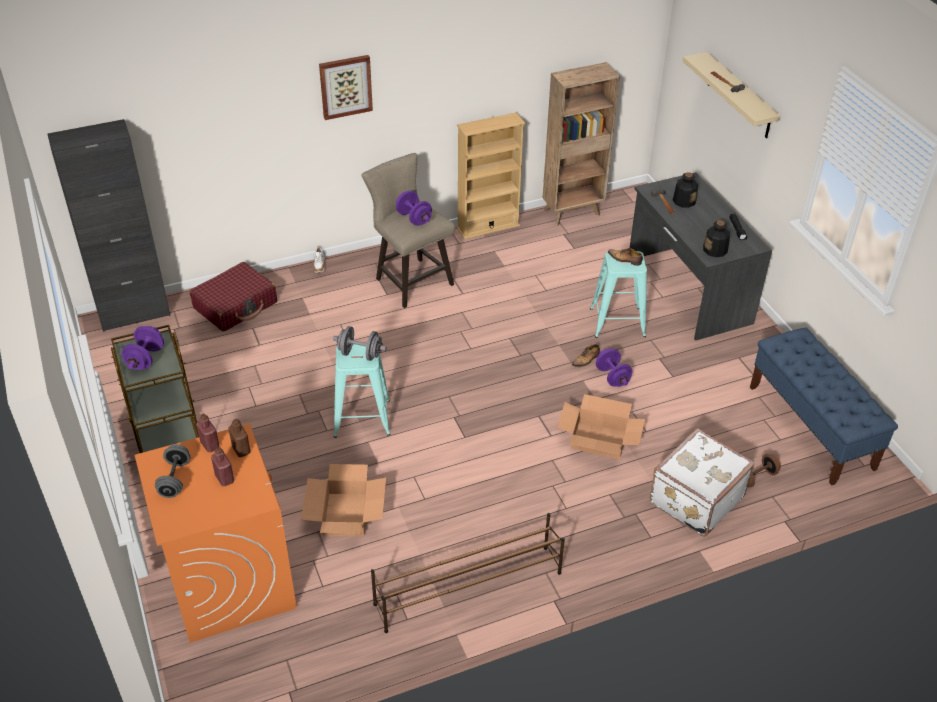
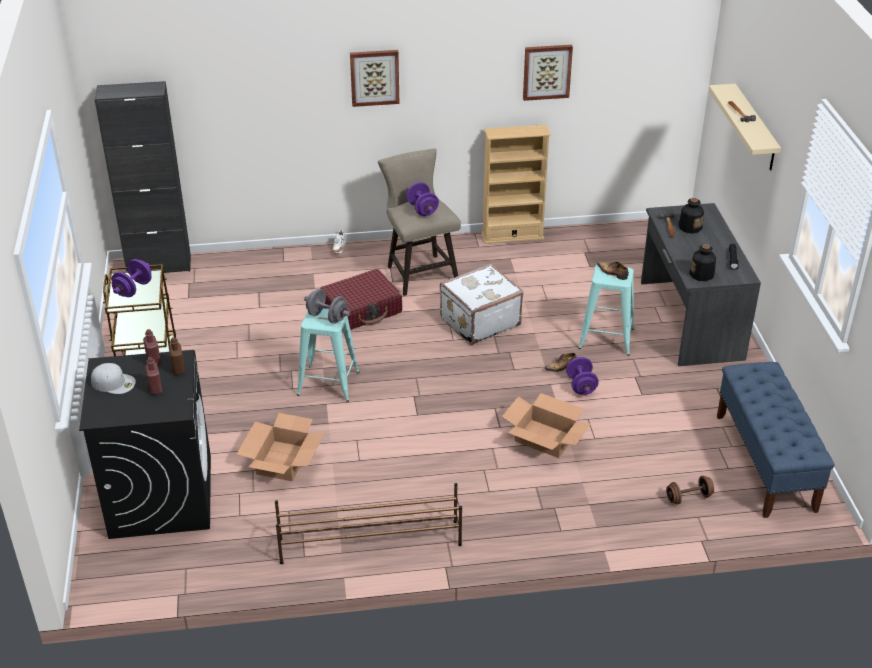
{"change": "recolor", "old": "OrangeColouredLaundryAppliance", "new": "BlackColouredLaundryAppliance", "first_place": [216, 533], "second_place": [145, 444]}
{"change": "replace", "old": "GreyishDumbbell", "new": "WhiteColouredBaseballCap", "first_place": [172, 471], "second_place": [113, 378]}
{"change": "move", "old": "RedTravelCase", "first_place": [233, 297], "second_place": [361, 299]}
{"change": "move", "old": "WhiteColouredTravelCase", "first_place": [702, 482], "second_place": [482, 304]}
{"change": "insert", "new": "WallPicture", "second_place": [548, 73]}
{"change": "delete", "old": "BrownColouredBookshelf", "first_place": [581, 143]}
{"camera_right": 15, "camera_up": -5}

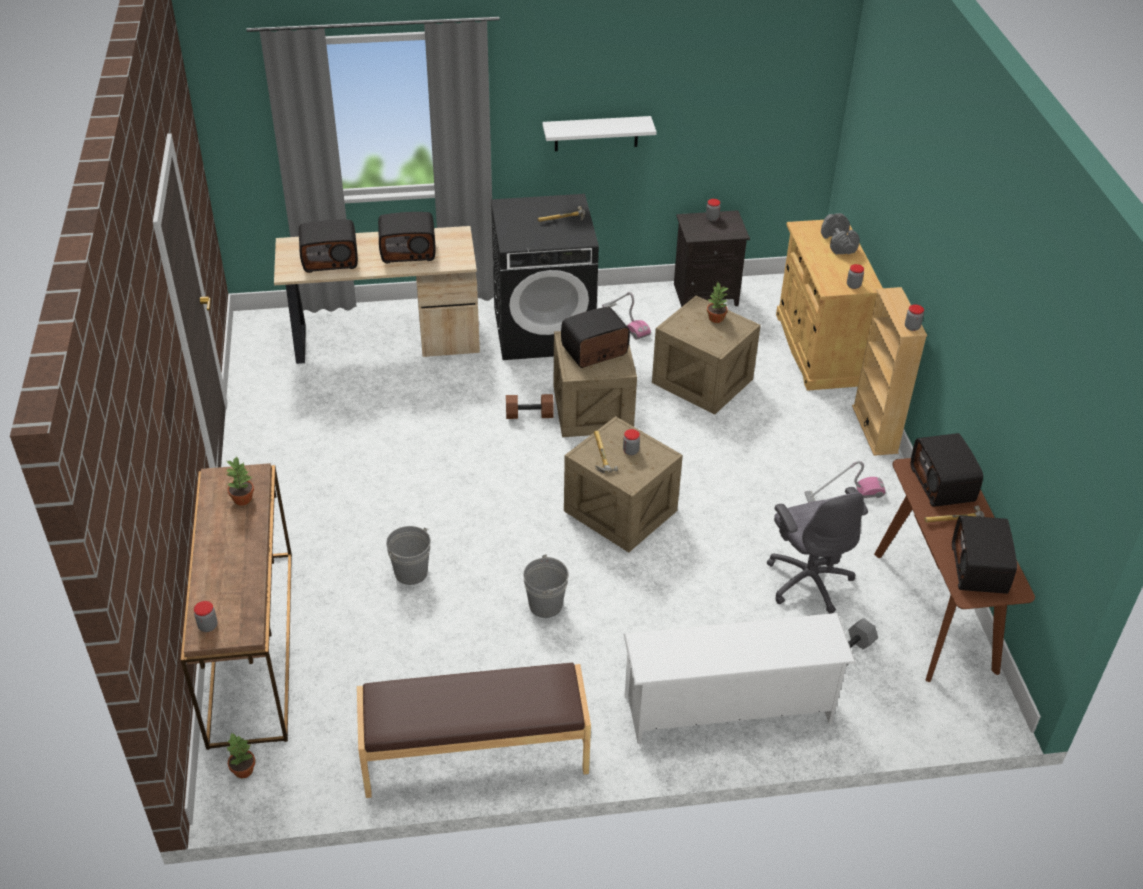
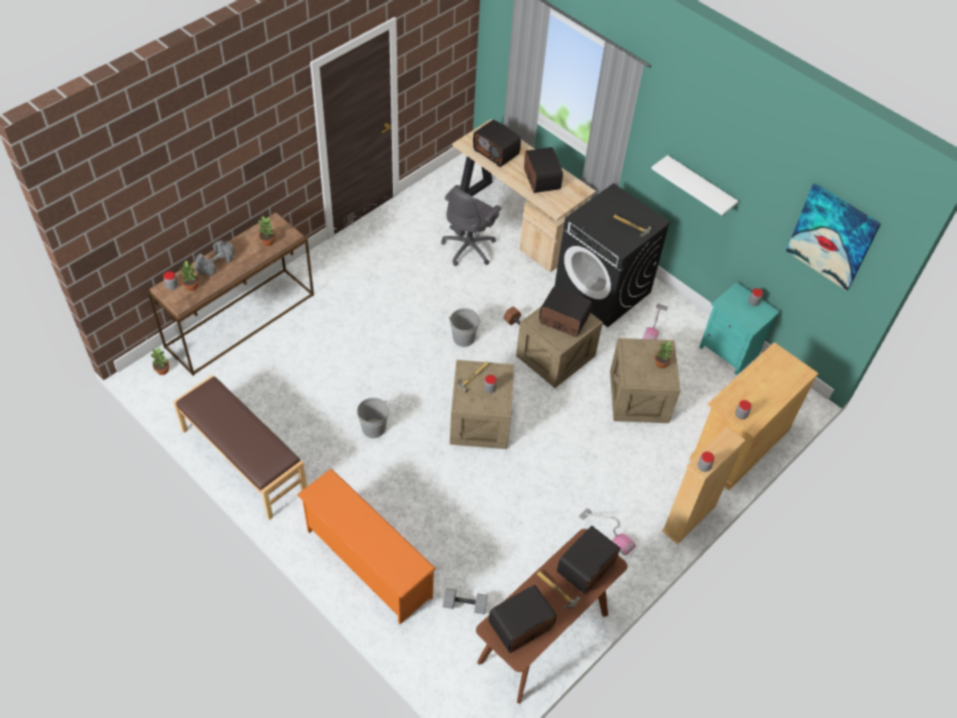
{"change": "insert", "new": "PlantInAPot", "second_place": [189, 276]}
{"change": "move", "old": "GreyishDumbbell", "first_place": [840, 233], "second_place": [214, 258]}
{"change": "recolor", "old": "WhiteColouredShoeStand", "new": "OrangeColouredShoeStand", "first_place": [739, 678], "second_place": [366, 546]}
{"change": "move", "old": "GreyishDeskChair", "first_place": [817, 550], "second_place": [471, 225]}
{"change": "move", "old": "GreyishPail", "first_place": [408, 555], "second_place": [464, 327]}
{"change": "rotate", "old": "Radio", "first_place": [407, 237], "second_place": [543, 170], "degrees": -150}
{"change": "recolor", "old": "BlackColouredNightTable", "new": "TurquoiseColouredNightTable", "first_place": [712, 258], "second_place": [739, 328]}
{"change": "insert", "new": "WallPicture", "second_place": [833, 237]}
{"camera_right": 50, "camera_up": 10}

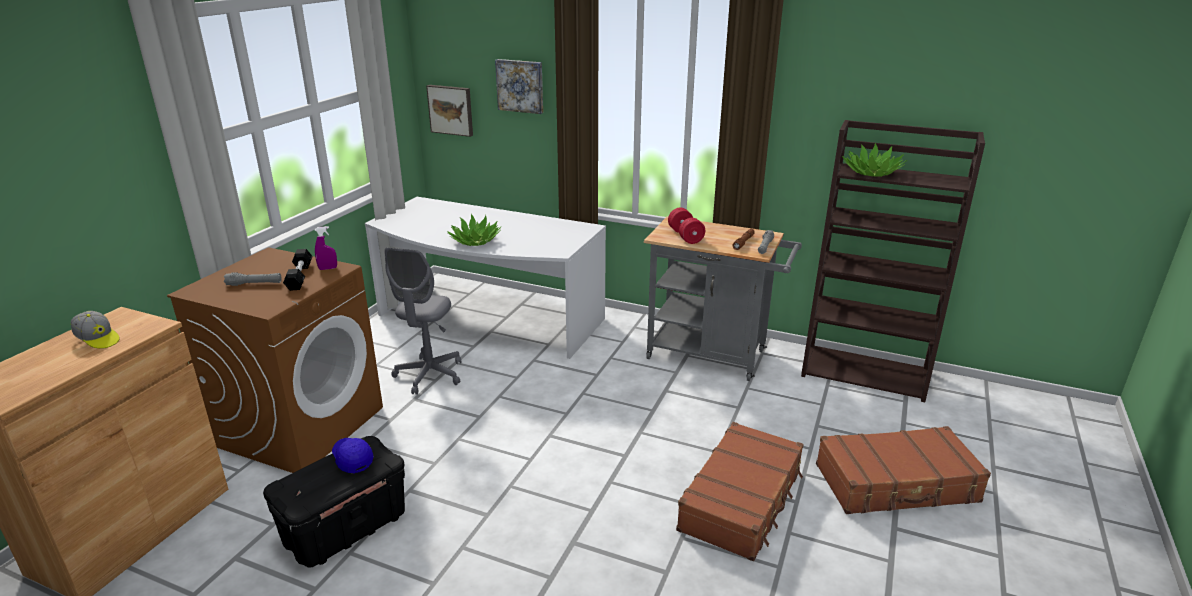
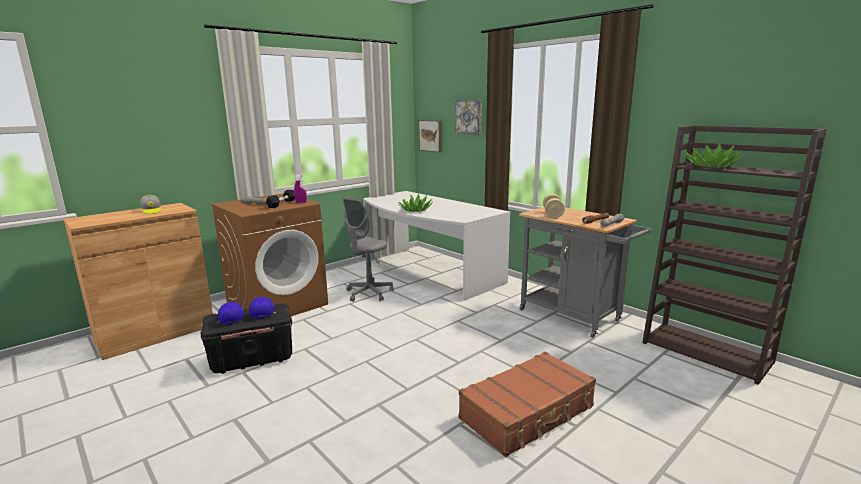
{"change": "insert", "new": "BlueColouredBaseballCap", "second_place": [231, 313]}
{"change": "recolor", "old": "RedDumbbell", "new": "BeigeColouredDumbbell", "first_place": [686, 225], "second_place": [554, 206]}
{"change": "delete", "old": "BrownColouredTravelCase", "first_place": [903, 470]}
{"camera_right": 25, "camera_up": -10}

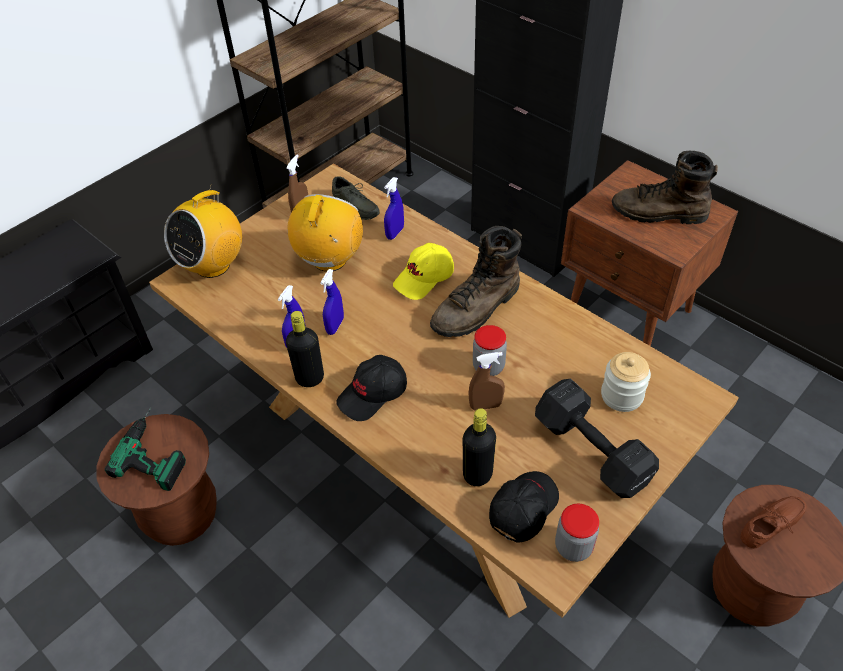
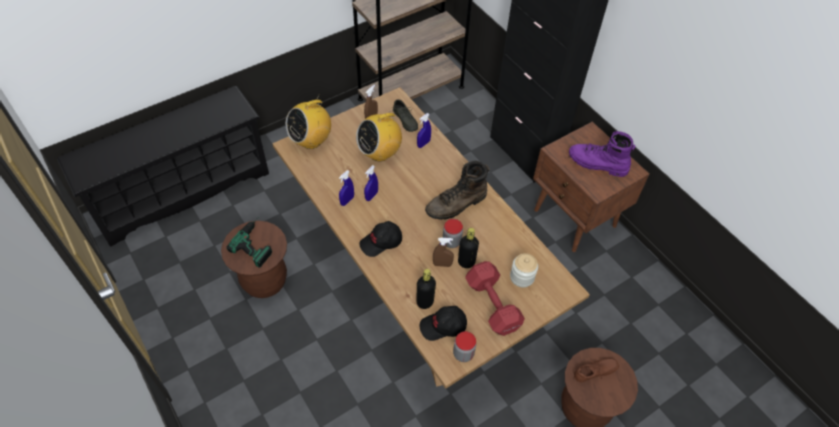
{"change": "rotate", "old": "Radio", "first_place": [325, 233], "second_place": [379, 134], "degrees": -150}
{"change": "rotate", "old": "BlackColouredBaseballCap", "first_place": [524, 507], "second_place": [443, 323], "degrees": -150}
{"change": "move", "old": "BlackColouredBeverageBottle", "first_place": [305, 349], "second_place": [468, 248]}
{"change": "recolor", "old": "BlackColouredDumbbell", "new": "RedDumbbell", "first_place": [597, 438], "second_place": [495, 298]}
{"change": "recolor", "old": "BrownColouredBoot", "new": "PurpleBoot", "first_place": [665, 187], "second_place": [602, 154]}
{"change": "delete", "old": "YellowishBaseballCap", "first_place": [423, 271]}
{"camera_right": 10, "camera_up": 5}

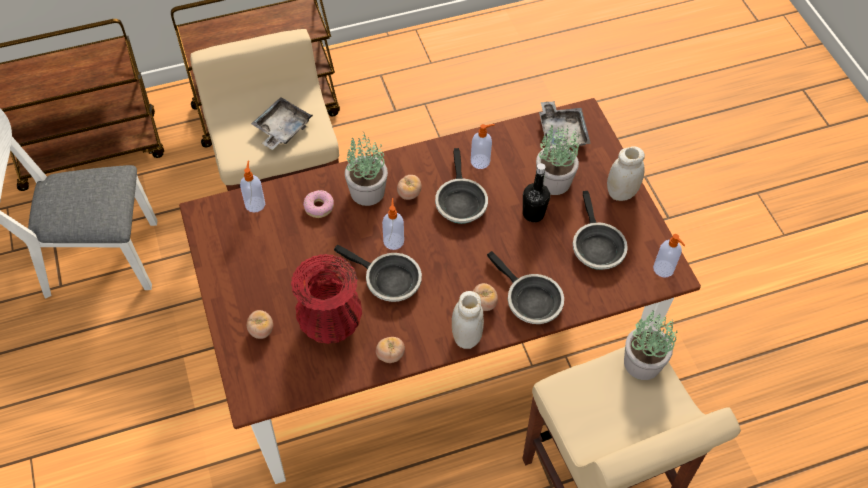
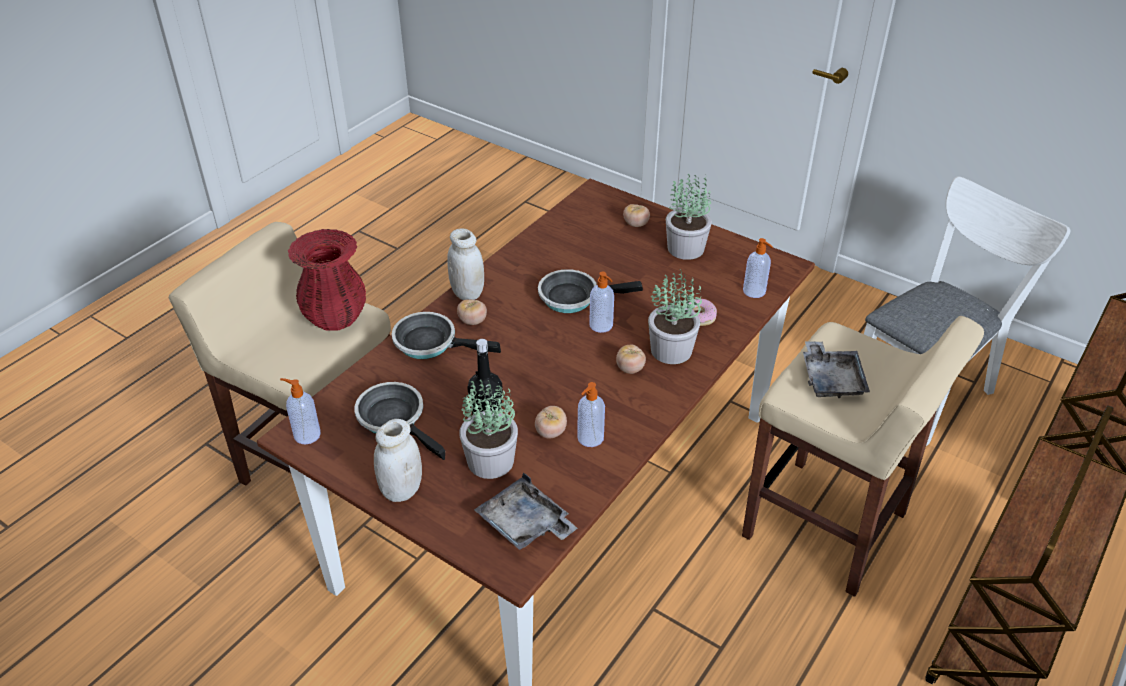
{"change": "move", "old": "RedFlowerVase", "first_place": [326, 299], "second_place": [327, 280]}
{"change": "move", "old": "Tomato", "first_place": [390, 350], "second_place": [551, 422]}
{"change": "move", "old": "PlantInAPot", "first_place": [650, 345], "second_place": [689, 217]}
{"change": "delete", "old": "Skillet", "first_place": [461, 186]}
{"camera_right": 145, "camera_up": -15}

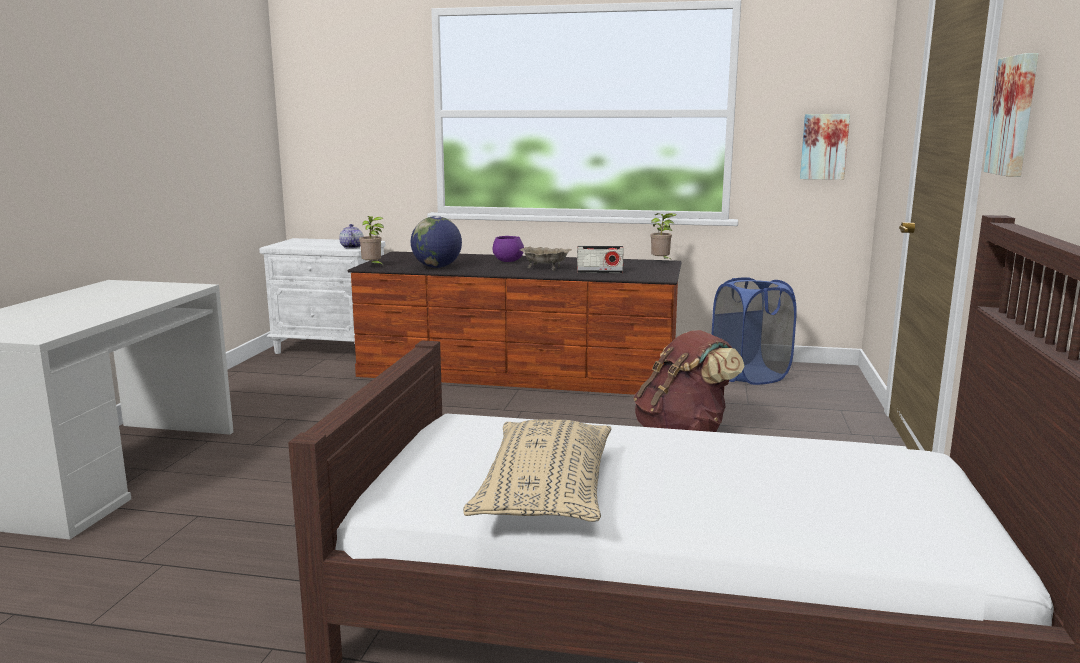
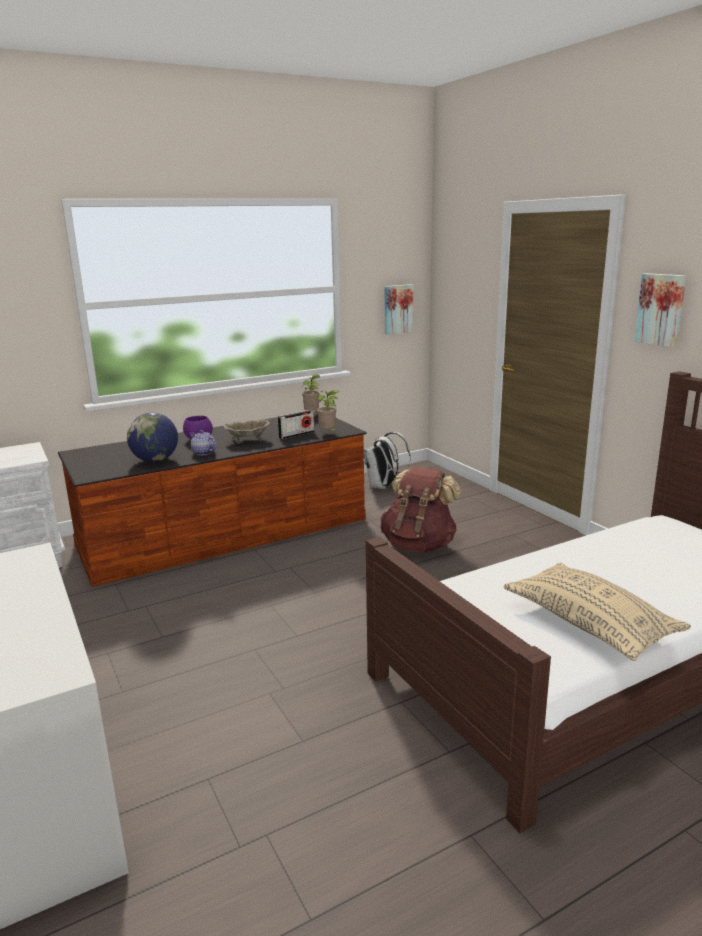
{"change": "move", "old": "PotForTea", "first_place": [351, 236], "second_place": [203, 443]}
{"change": "move", "old": "PlantInAPot", "first_place": [371, 241], "second_place": [328, 410]}
{"change": "replace", "old": "BlueColouredLaundryBasket", "new": "WhiteColouredBackpack", "first_place": [754, 331], "second_place": [387, 460]}
{"camera_right": -40, "camera_up": 5}

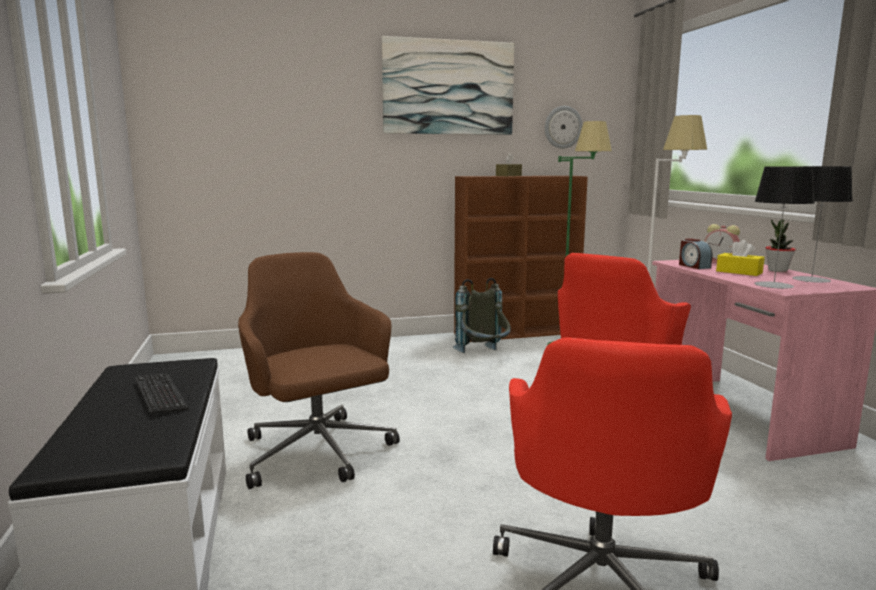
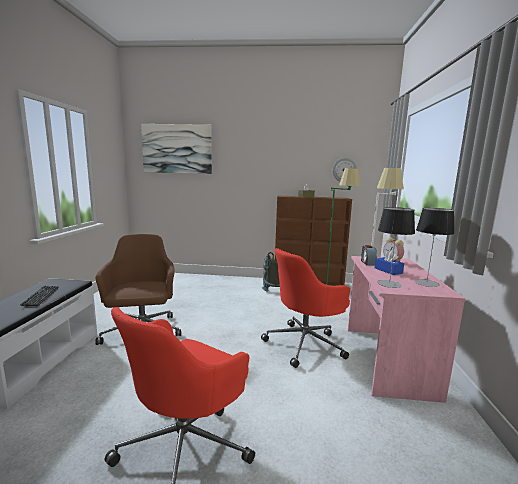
{"change": "move", "old": "WallPicture", "first_place": [448, 85], "second_place": [176, 149]}
{"change": "recolor", "old": "YellowishTissueBox", "new": "BlueColouredTissueBox", "first_place": [740, 258], "second_place": [389, 263]}
{"change": "delete", "old": "PlantInAPot", "first_place": [781, 246]}
{"camera_right": 20, "camera_up": 0}

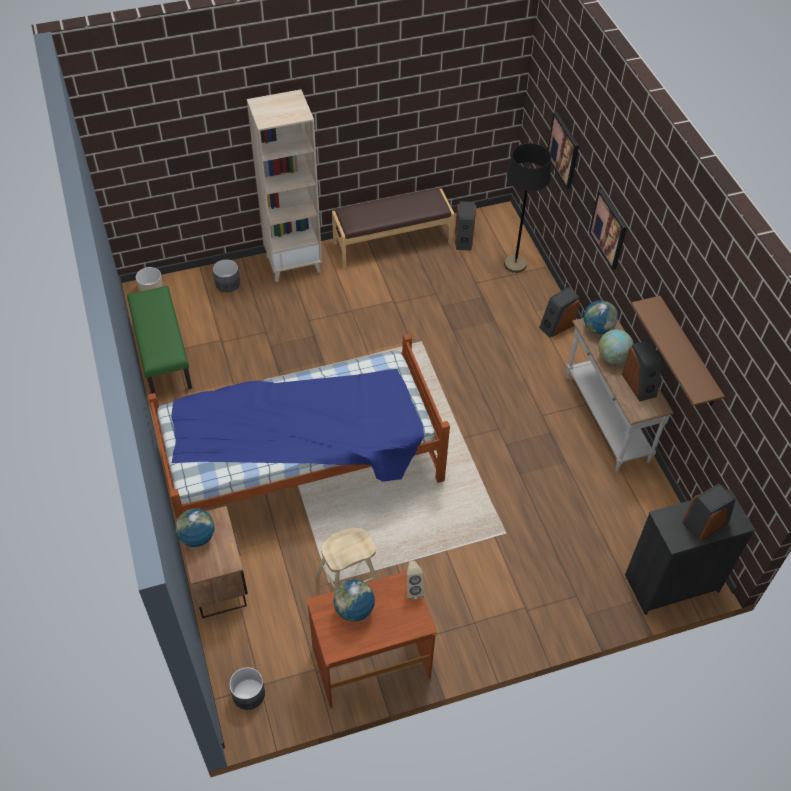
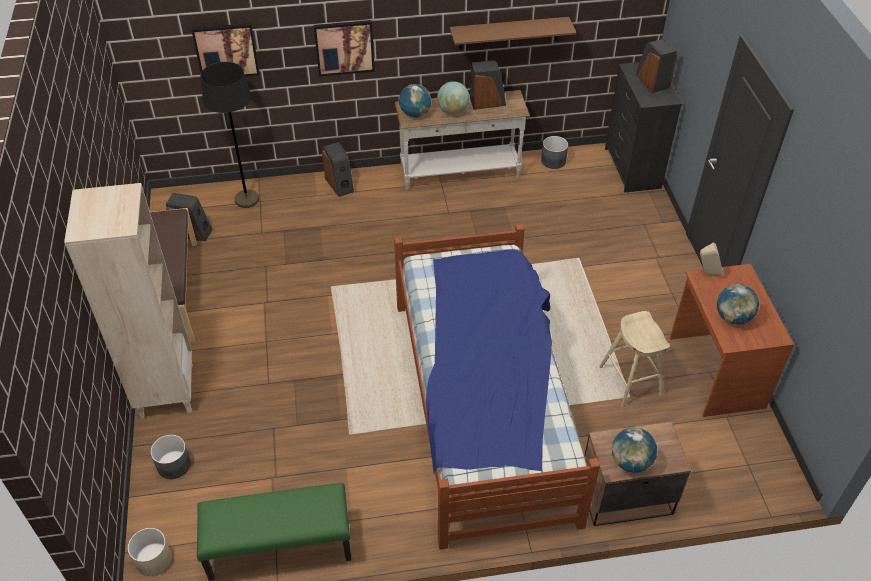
{"change": "move", "old": "GreyishFlowerPot", "first_place": [247, 688], "second_place": [554, 152]}
{"camera_right": -80, "camera_up": -5}

